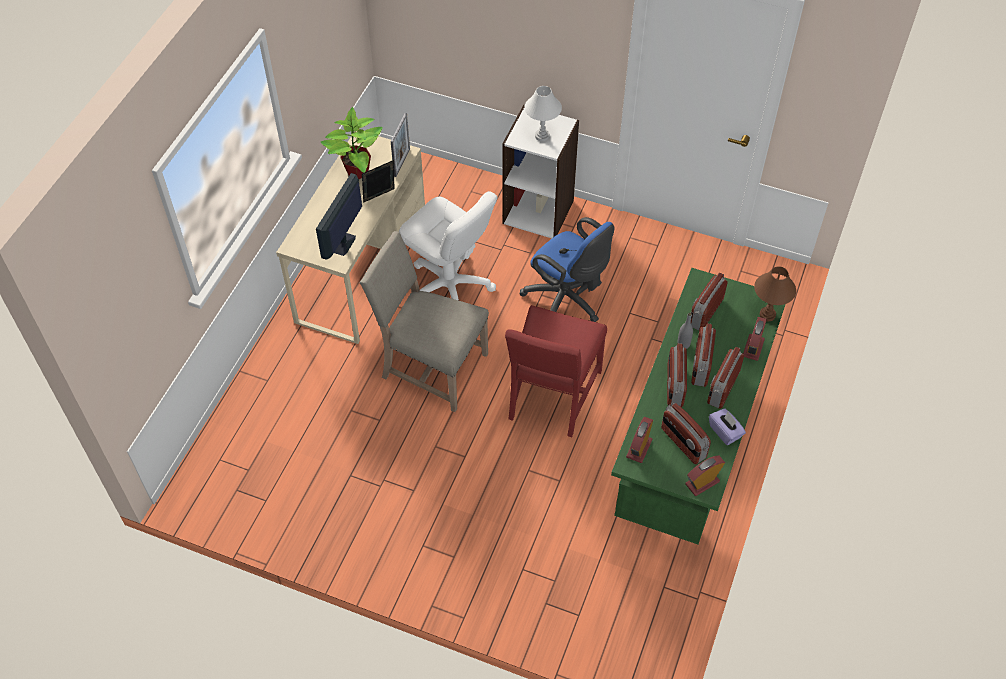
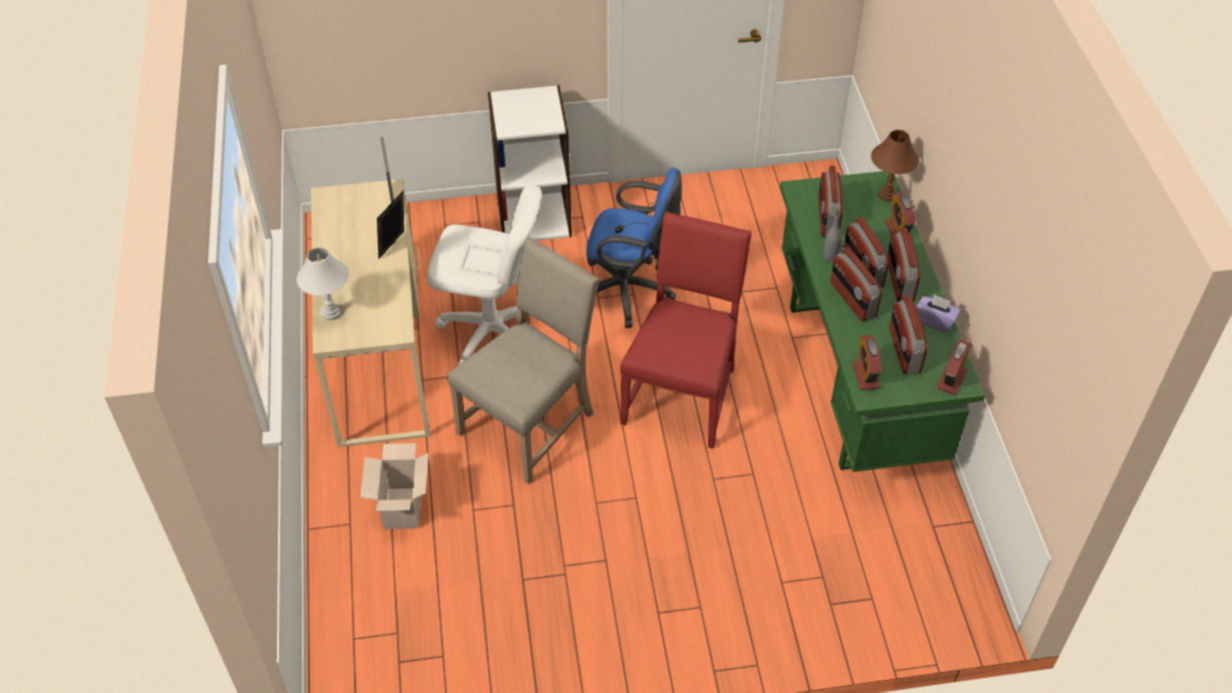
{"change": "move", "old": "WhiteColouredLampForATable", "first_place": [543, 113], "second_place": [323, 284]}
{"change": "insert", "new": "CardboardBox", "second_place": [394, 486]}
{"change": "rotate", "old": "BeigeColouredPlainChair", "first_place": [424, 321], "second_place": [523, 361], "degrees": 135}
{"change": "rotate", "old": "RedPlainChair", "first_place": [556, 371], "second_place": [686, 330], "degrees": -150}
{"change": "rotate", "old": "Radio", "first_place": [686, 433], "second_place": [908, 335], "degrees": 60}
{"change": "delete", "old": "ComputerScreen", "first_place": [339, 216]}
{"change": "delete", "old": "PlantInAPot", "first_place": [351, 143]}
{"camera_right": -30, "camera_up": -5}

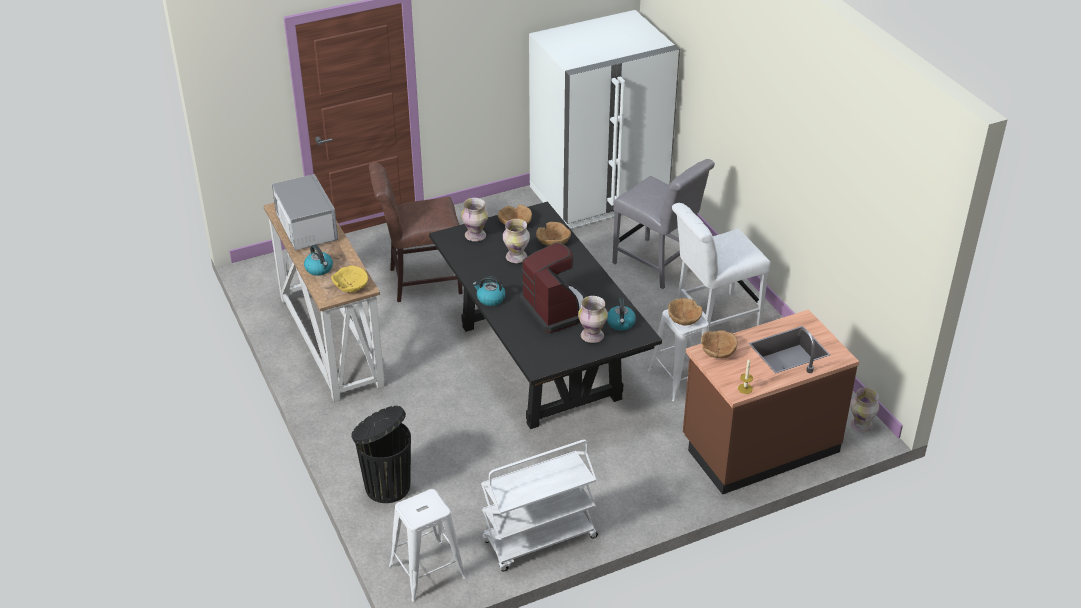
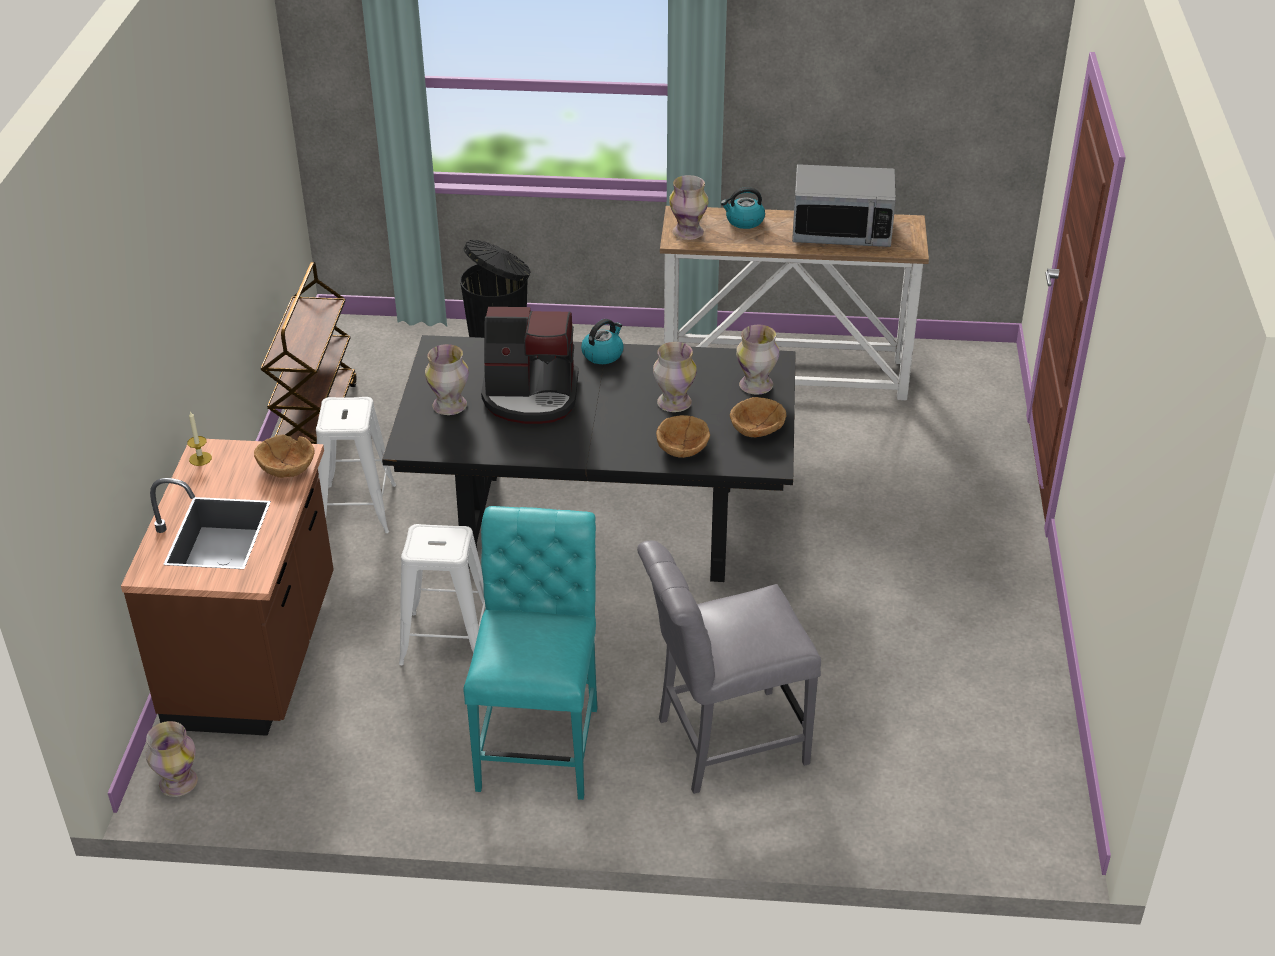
{"change": "recolor", "old": "WhiteColouredCart", "new": "BrownColouredCart", "first_place": [539, 506], "second_place": [308, 353]}
{"change": "move", "old": "WhiteColouredStoolSeat", "first_place": [427, 545], "second_place": [356, 465]}
{"change": "recolor", "old": "WhiteColouredPlainChair", "new": "TurquoiseColouredPlainChair", "first_place": [721, 273], "second_place": [530, 653]}
{"change": "replace", "old": "YellowishDeepDish", "new": "FlowerVase", "first_place": [349, 279], "second_place": [688, 207]}
{"change": "delete", "old": "BrownColouredPlainChair", "first_place": [416, 232]}
{"change": "delete", "old": "WhiteColouredKitchenFridge", "first_place": [604, 119]}
{"change": "delete", "old": "Kettle", "first_place": [621, 315]}
{"change": "delete", "old": "BrownColouredDeepDish", "first_place": [685, 311]}
{"camera_right": 120, "camera_up": 0}

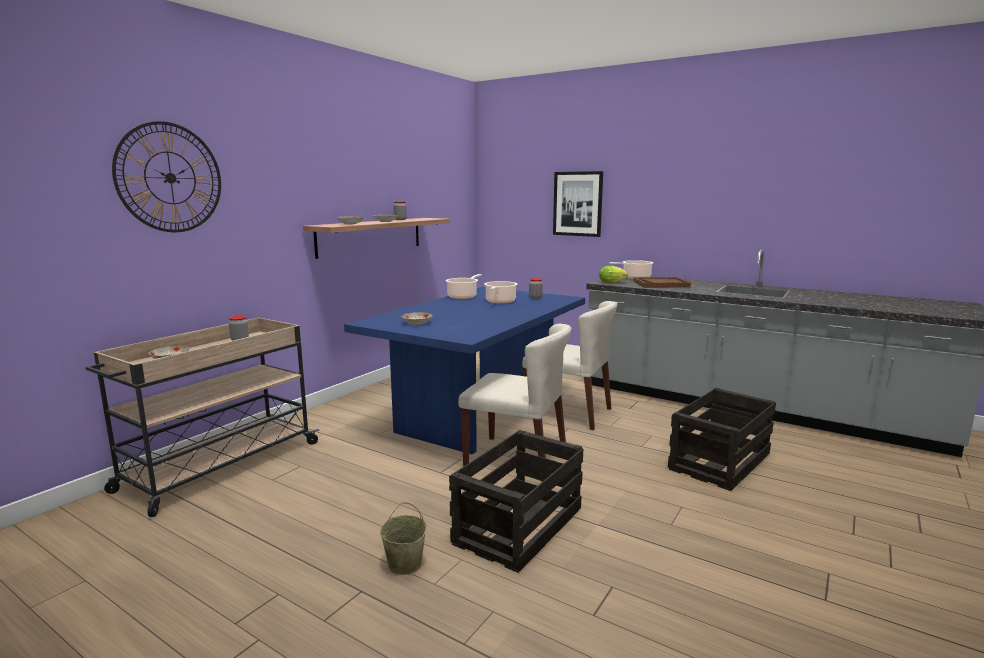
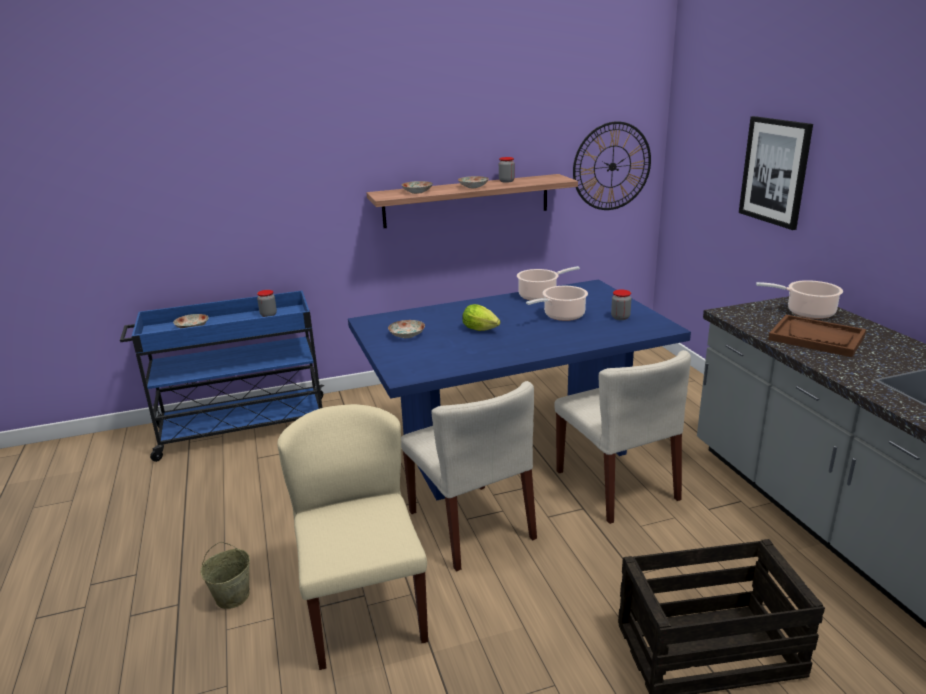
{"change": "recolor", "old": "BeigeColouredCart", "new": "BlueColouredCart", "first_place": [202, 417], "second_place": [222, 376]}
{"change": "replace", "old": "PackingCrate", "new": "BeigeColouredPlainChair", "first_place": [516, 501], "second_place": [352, 537]}
{"change": "move", "old": "HeadOfLettuce", "first_place": [613, 274], "second_place": [481, 317]}
{"change": "move", "old": "WallClock", "first_place": [166, 176], "second_place": [612, 165]}
{"camera_right": 40, "camera_up": 10}

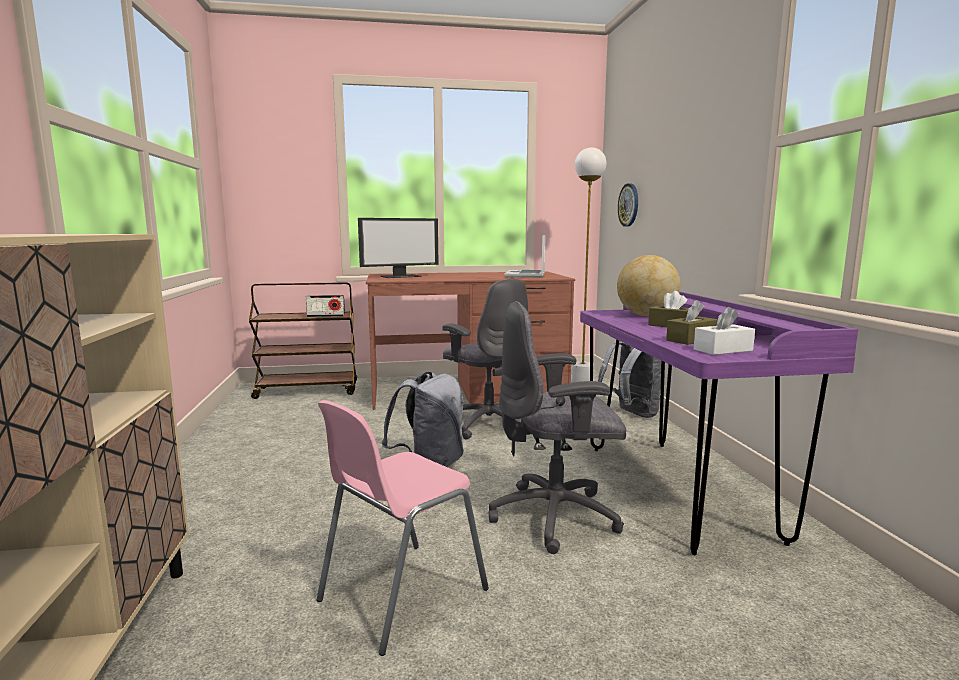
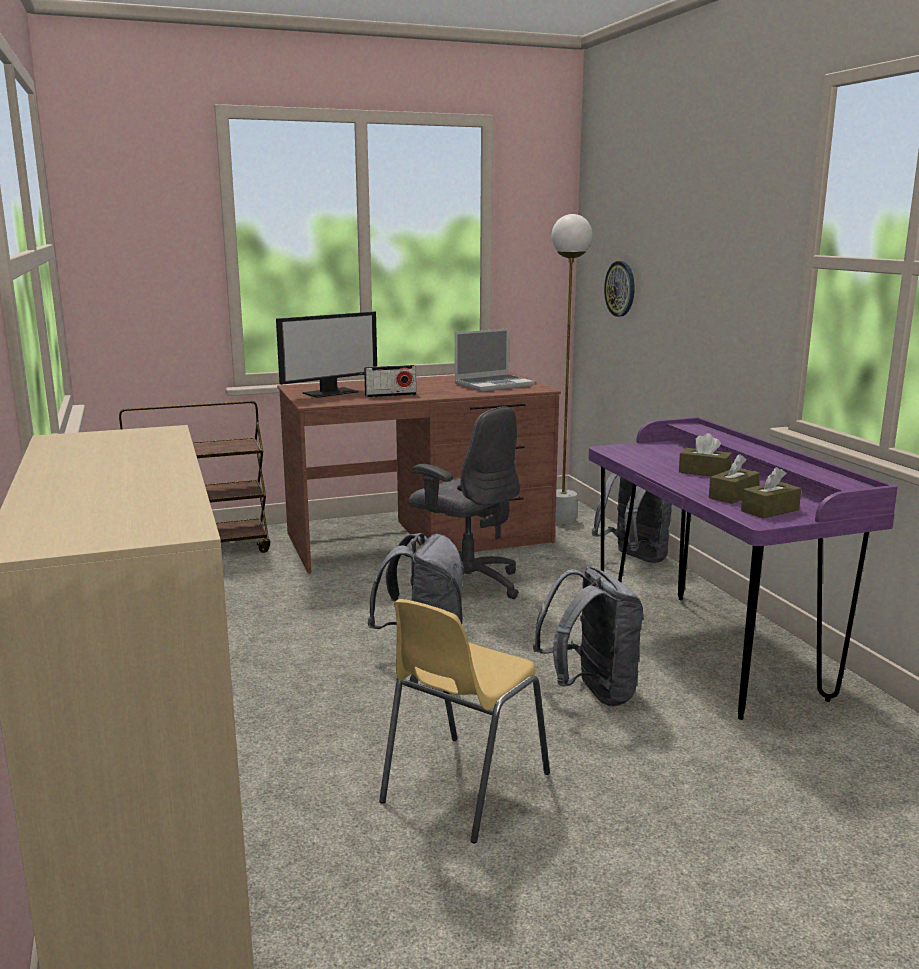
{"change": "move", "old": "Radio", "first_place": [325, 306], "second_place": [390, 381]}
{"change": "recolor", "old": "PinkPlainChair", "new": "YellowishPlainChair", "first_place": [403, 528], "second_place": [464, 721]}
{"change": "rotate", "old": "Laptop", "first_place": [525, 256], "second_place": [494, 359], "degrees": -120}
{"change": "replace", "old": "GreyishDeskChair", "new": "GreyishBackpack", "first_place": [557, 427], "second_place": [588, 636]}
{"change": "recolor", "old": "WhiteColouredTissueBox", "new": "BrownColouredTissueBox", "first_place": [724, 331], "second_place": [771, 492]}
{"change": "delete", "old": "WorldGlobe", "first_place": [648, 285]}
{"camera_right": -10, "camera_up": 5}

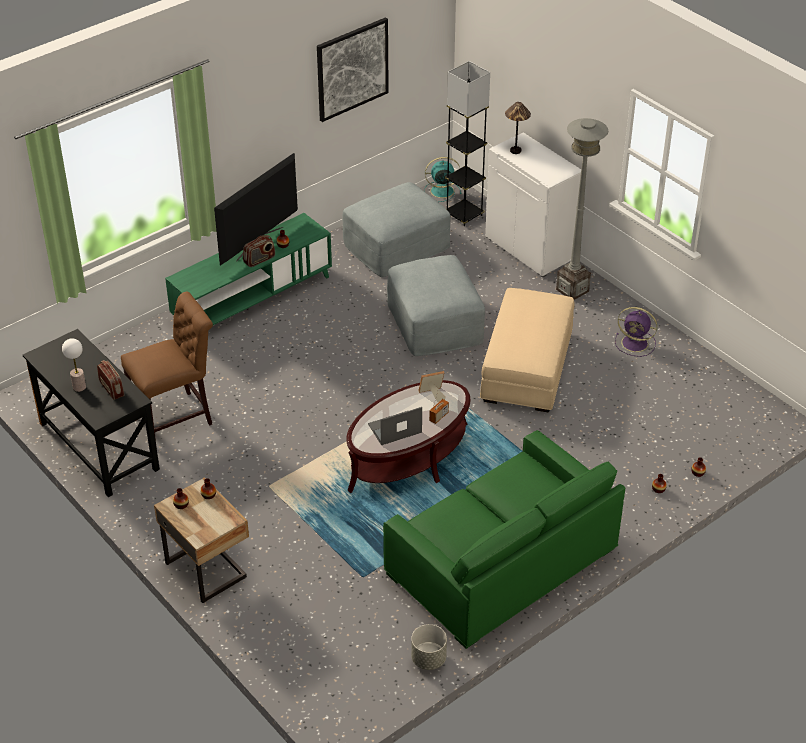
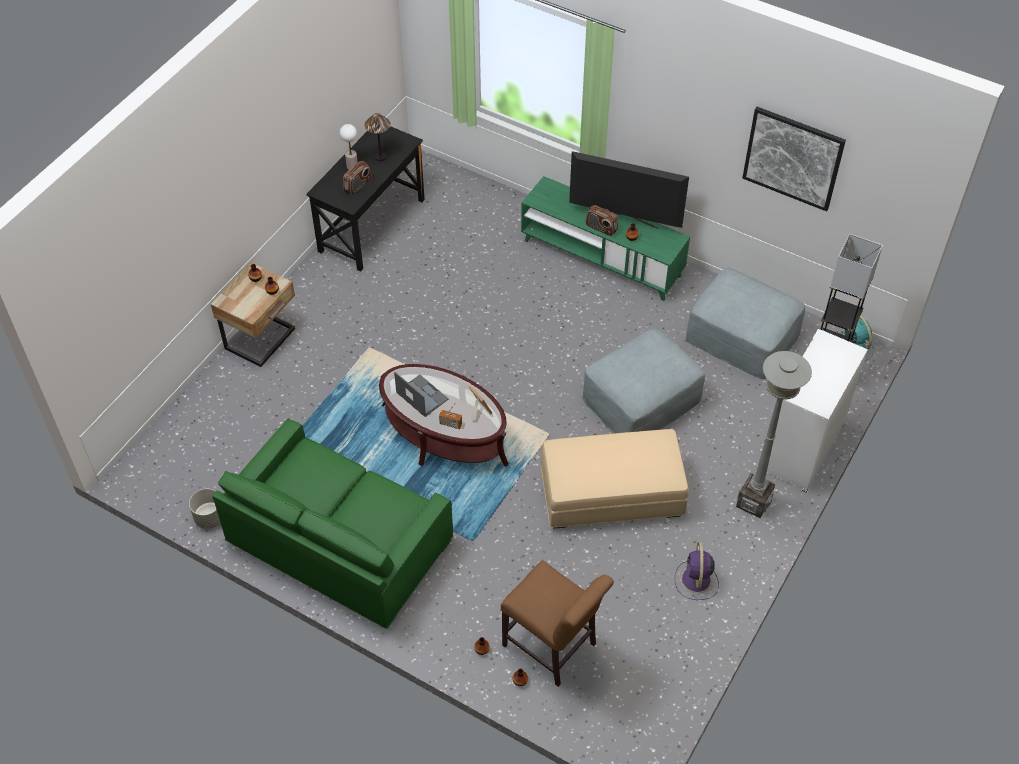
{"change": "move", "old": "LampForATable", "first_place": [518, 128], "second_place": [378, 137]}
{"change": "move", "old": "BrownColouredPlainChair", "first_place": [167, 366], "second_place": [557, 623]}
{"camera_right": 70, "camera_up": 10}

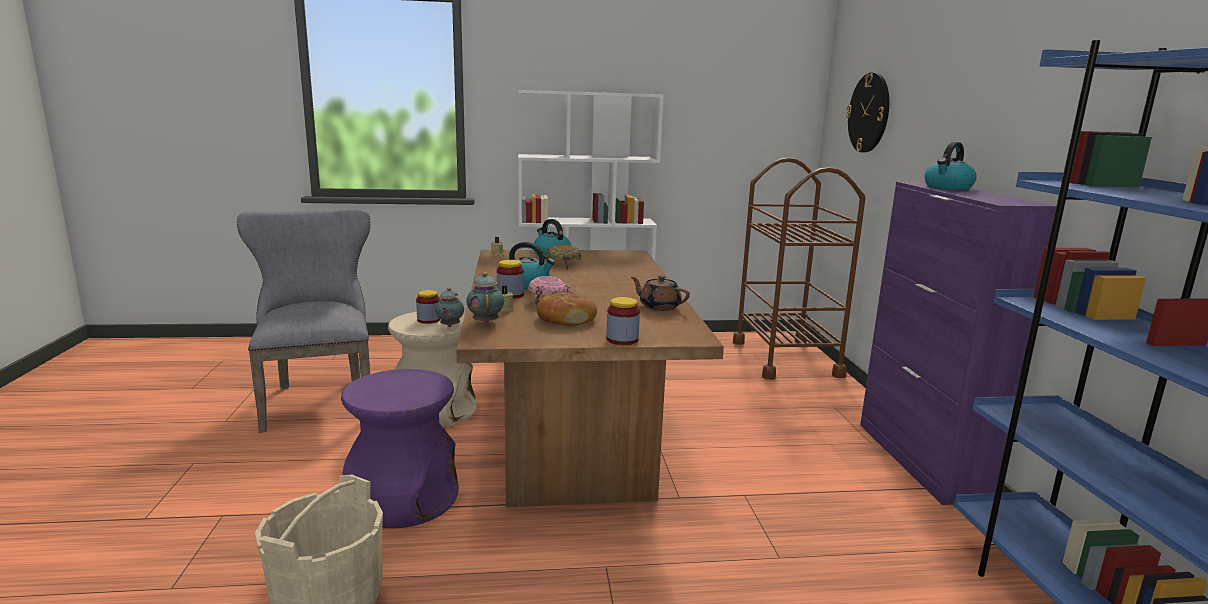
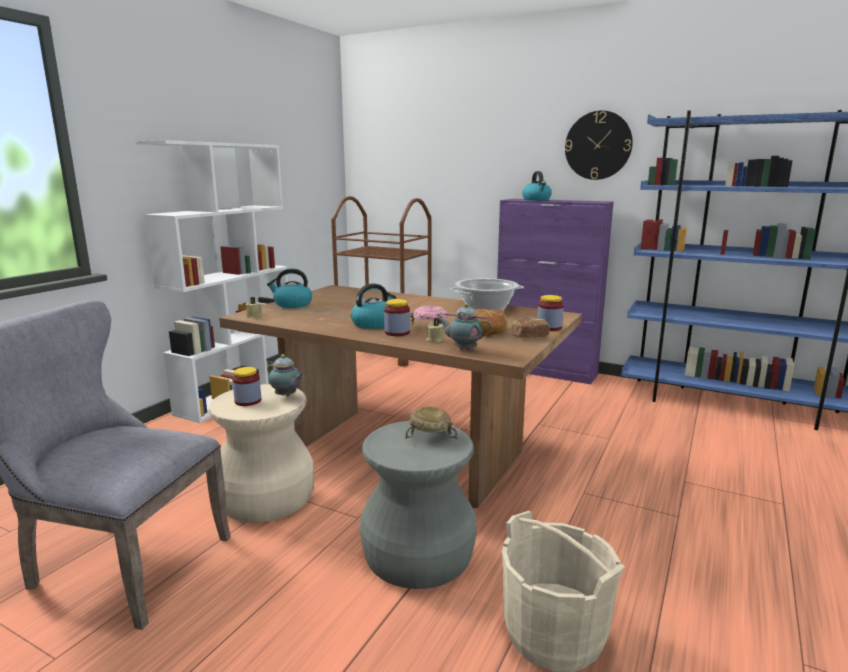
{"change": "recolor", "old": "PurpleStoolSeat", "new": "GreyishStoolSeat", "first_place": [400, 448], "second_place": [418, 505]}
{"change": "move", "old": "BeigeColouredDeepDish", "first_place": [562, 257], "second_place": [431, 423]}
{"change": "replace", "old": "BrownColouredPotForTea", "new": "Stockpot", "first_place": [660, 293], "second_place": [487, 294]}
{"change": "insert", "new": "Bread", "second_place": [531, 327]}
{"change": "move", "old": "WallClock", "first_place": [867, 112], "second_place": [599, 145]}
{"camera_right": -55, "camera_up": 0}

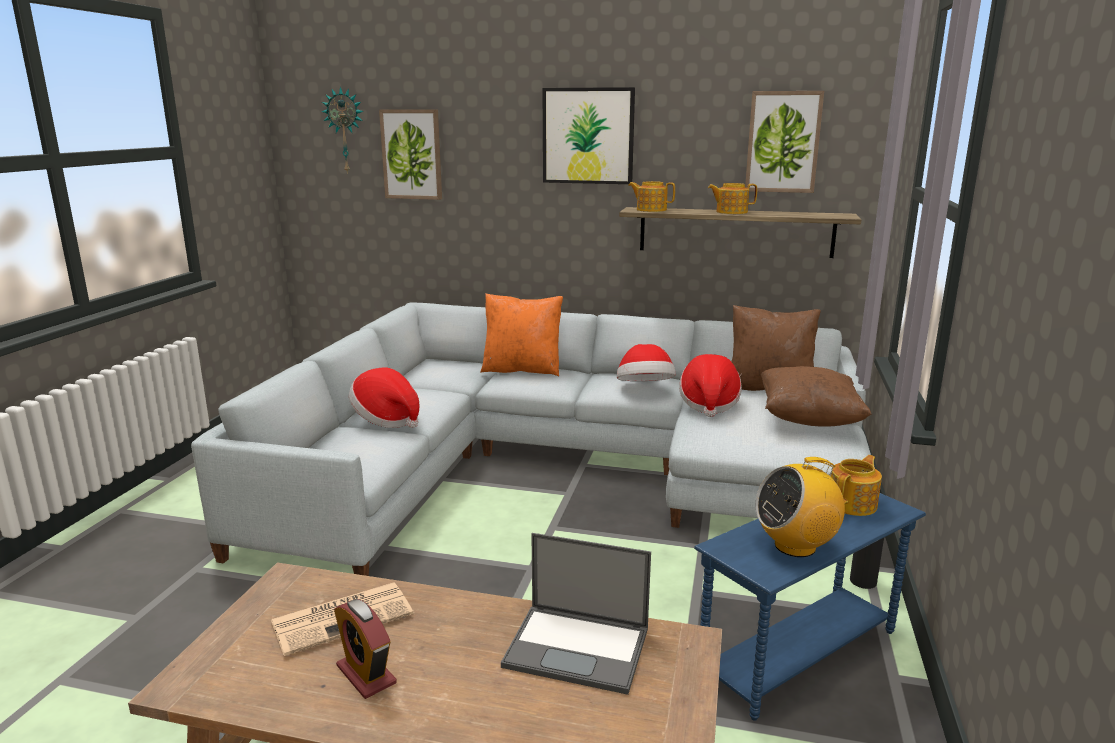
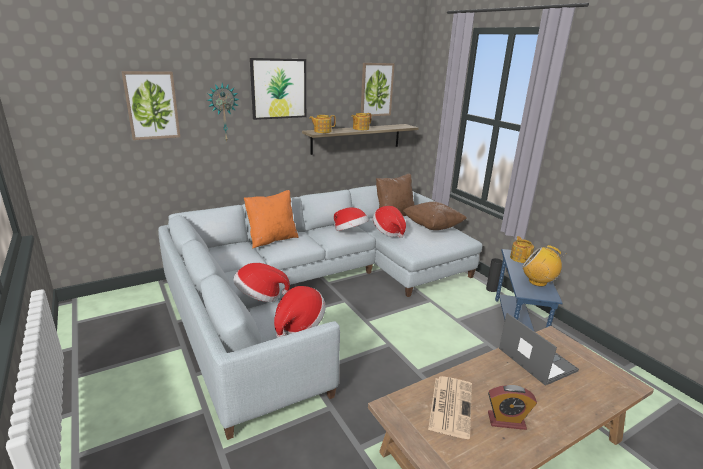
{"change": "move", "old": "WallClock", "first_place": [342, 130], "second_place": [223, 113]}
{"change": "insert", "new": "Hat", "second_place": [300, 312]}
{"change": "rotate", "old": "Laptop", "first_place": [576, 614], "second_place": [539, 349], "degrees": -90}
{"change": "rotate", "old": "Radio", "first_place": [800, 507], "second_place": [543, 266], "degrees": 90}
{"camera_right": -45, "camera_up": 5}

